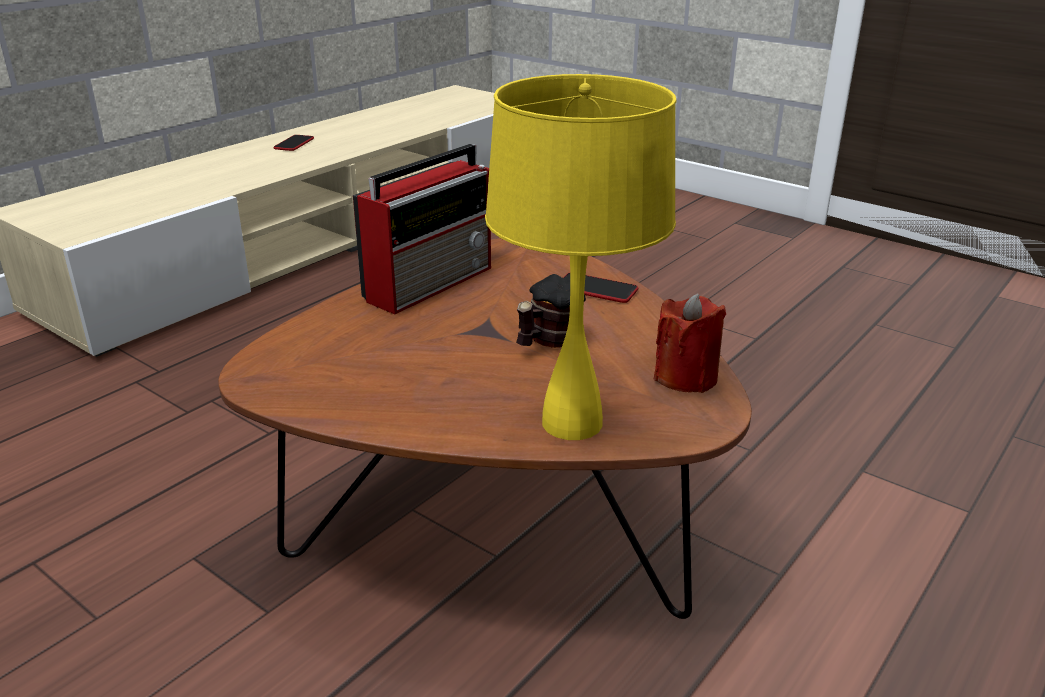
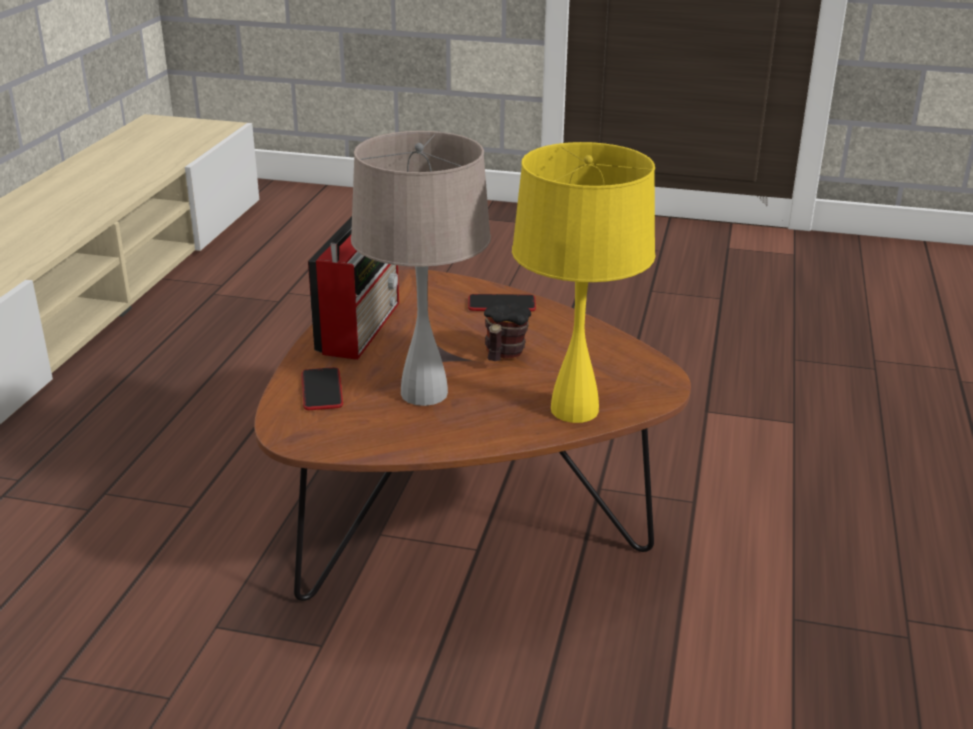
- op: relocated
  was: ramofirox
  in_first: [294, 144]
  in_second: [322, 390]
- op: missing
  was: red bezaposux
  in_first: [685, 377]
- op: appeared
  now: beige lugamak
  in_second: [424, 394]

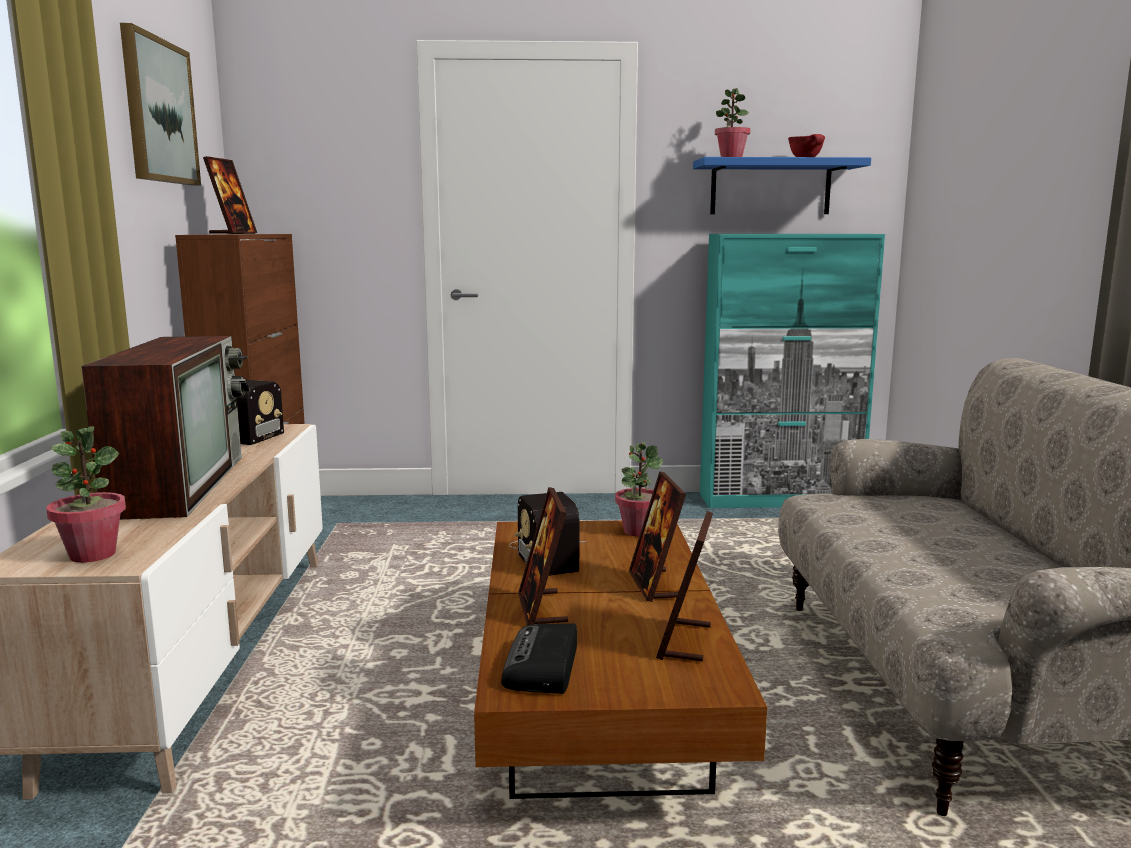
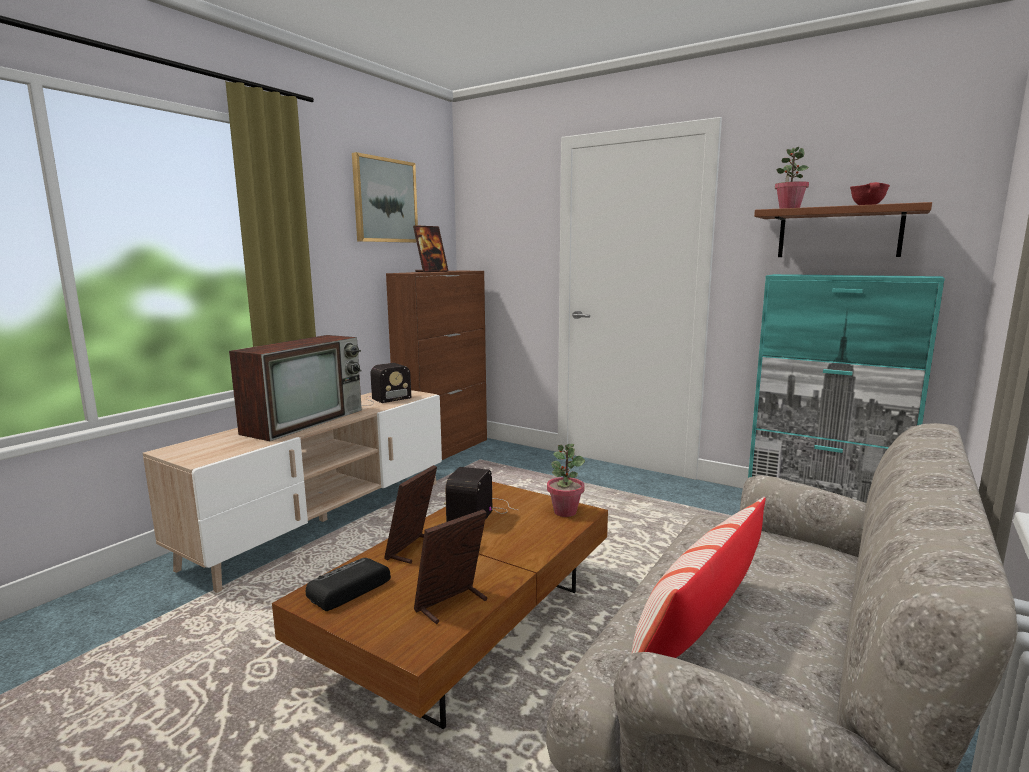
- op: missing
  was: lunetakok
  in_first: [93, 554]
- op: missing
  was: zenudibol
  in_first: [655, 585]
- op: colour
  was: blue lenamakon
  now: brown lenamakon
  in_first: [770, 188]
  in_second: [839, 233]
- op: appeared
  now: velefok
  in_second: [697, 628]

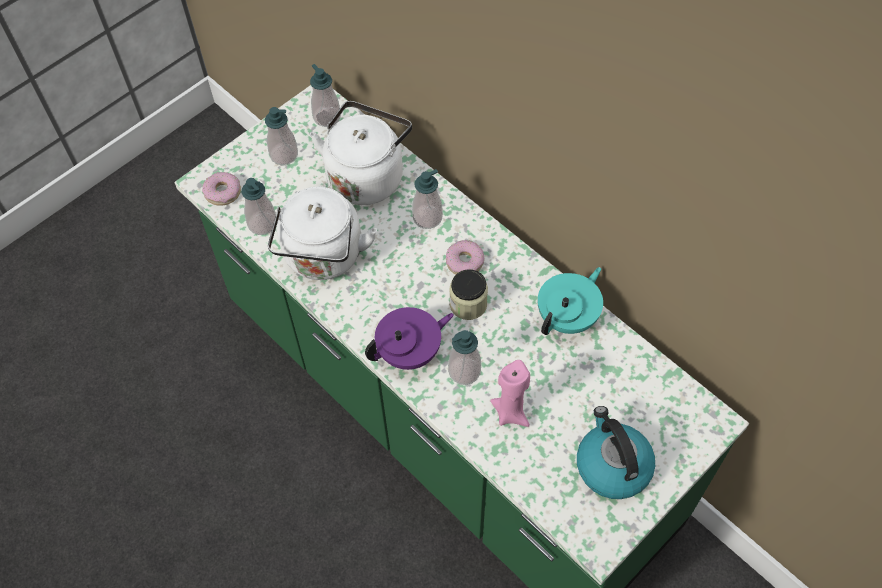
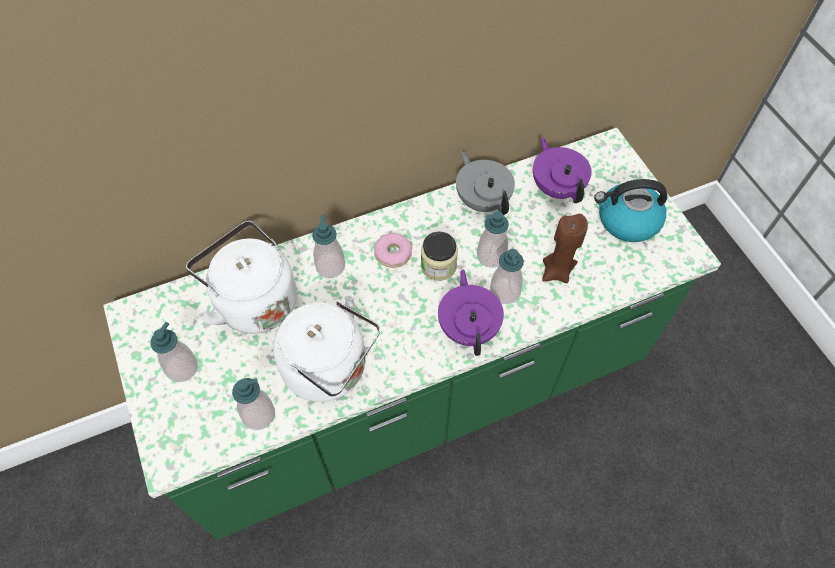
- op: missing
  was: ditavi
  in_first: [222, 192]
- op: relocated
  was: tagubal
  in_first: [327, 117]
  in_second: [491, 256]
- op: colour
  was: pink bezaposux
  now: brown bezaposux
  in_first: [511, 412]
  in_second: [557, 271]
- op: colour
  was: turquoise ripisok
  now: grey ripisok
  in_first: [568, 317]
  in_second: [482, 200]
- op: appeared
  now: purple ripisok
  in_second: [557, 187]

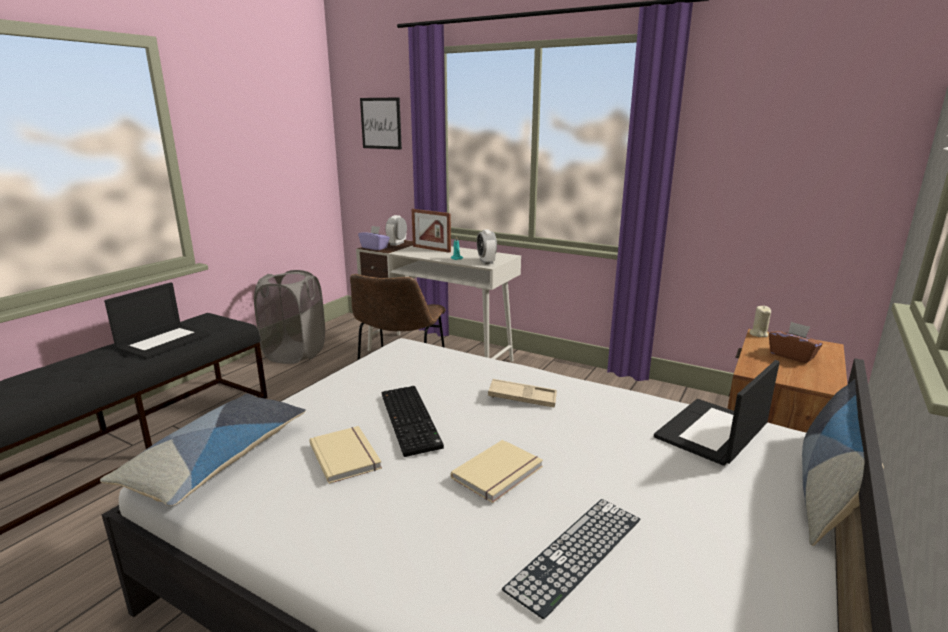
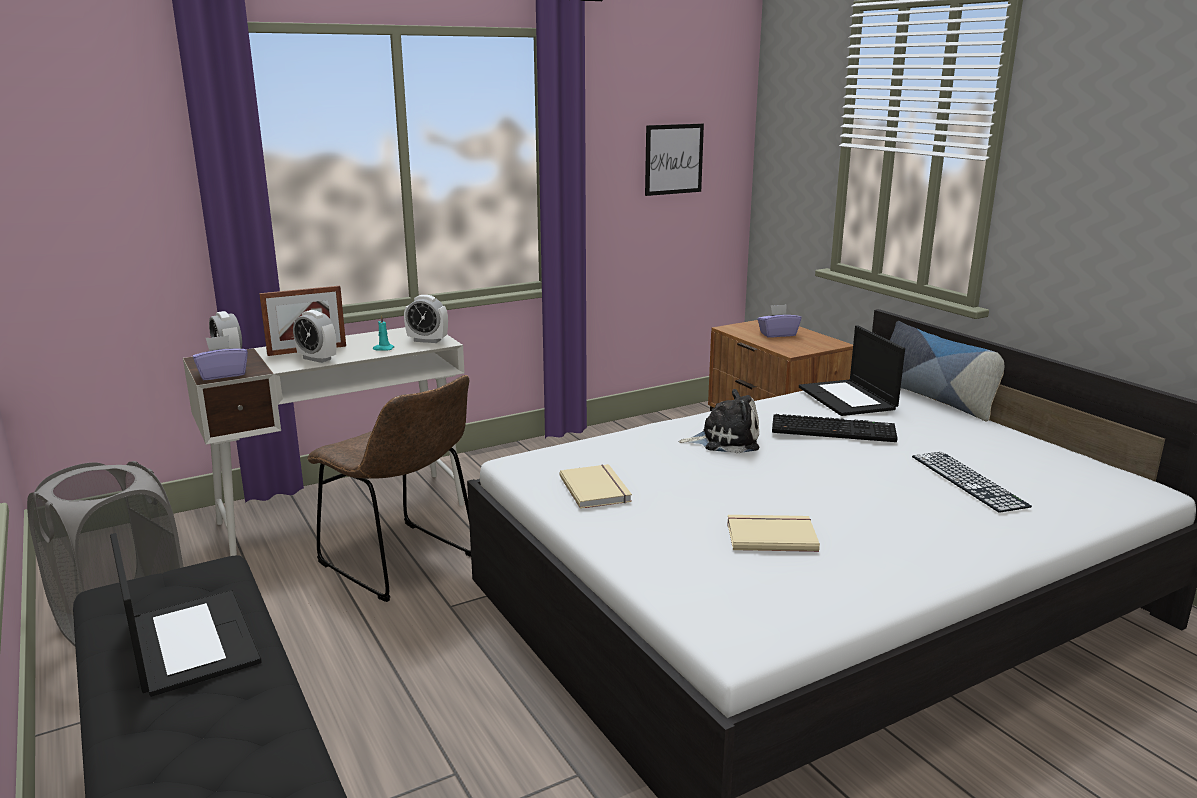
- op: missing
  was: velefok
  in_first: [218, 459]
- op: relocated
  was: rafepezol
  in_first: [381, 123]
  in_second: [673, 159]
- op: relocated
  was: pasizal
  in_first: [412, 420]
  in_second: [834, 430]
- op: relocated
  was: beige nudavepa
  in_first: [500, 473]
  in_second: [597, 489]
- op: exchanged
  was: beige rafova
  now: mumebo
  in_first: [522, 398]
  in_second: [725, 440]
- op: missing
  was: beige bezaposux
  in_first: [758, 334]
- op: colour
  was: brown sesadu
  now: purple sesadu
  in_first: [792, 356]
  in_second: [777, 334]
- op: appeared
  now: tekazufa
  in_second: [317, 359]

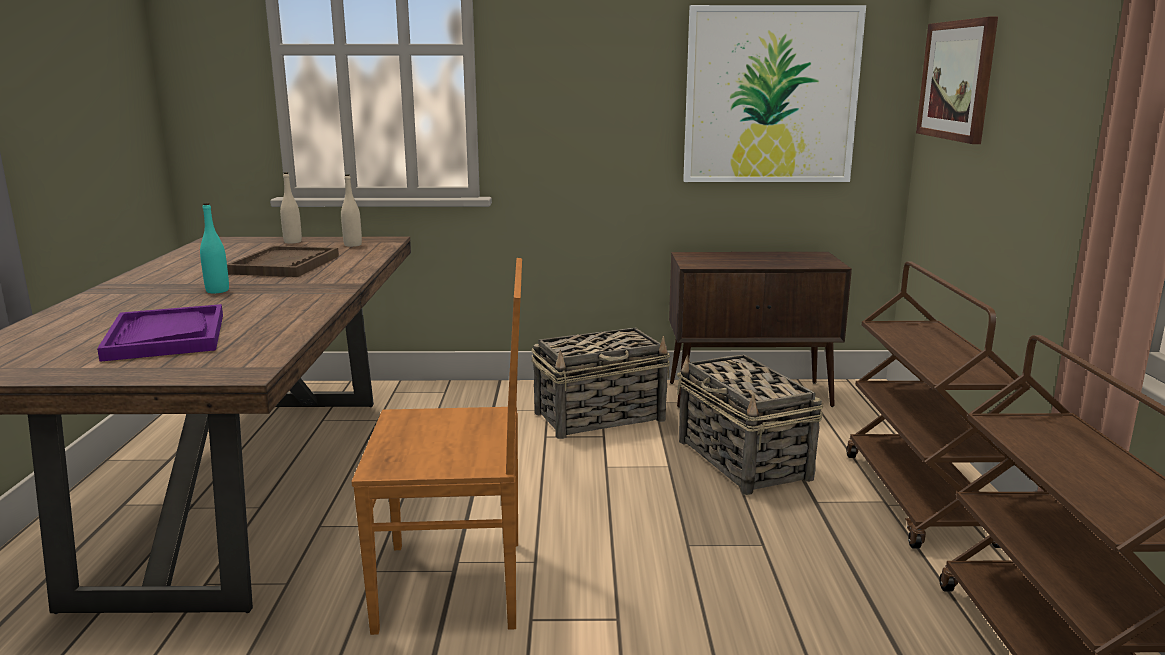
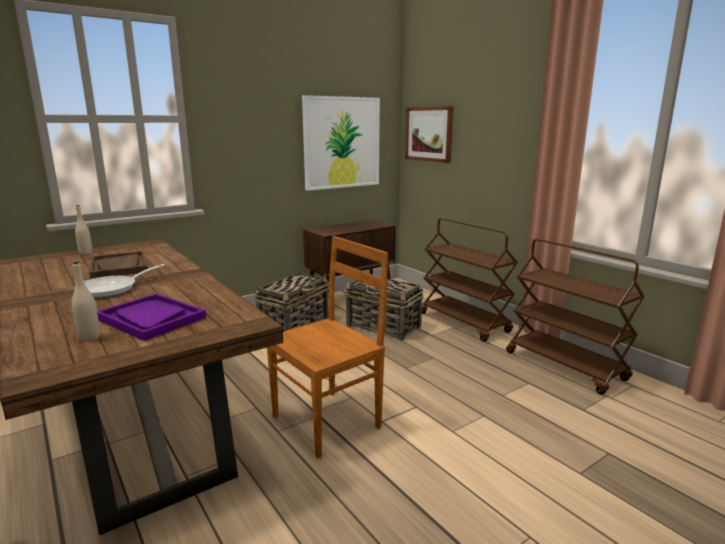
- op: exchanged
  was: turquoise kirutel
  now: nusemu
  in_first: [217, 291]
  in_second: [113, 289]
- op: relocated
  was: beige kirutel
  in_first: [353, 245]
  in_second: [89, 337]

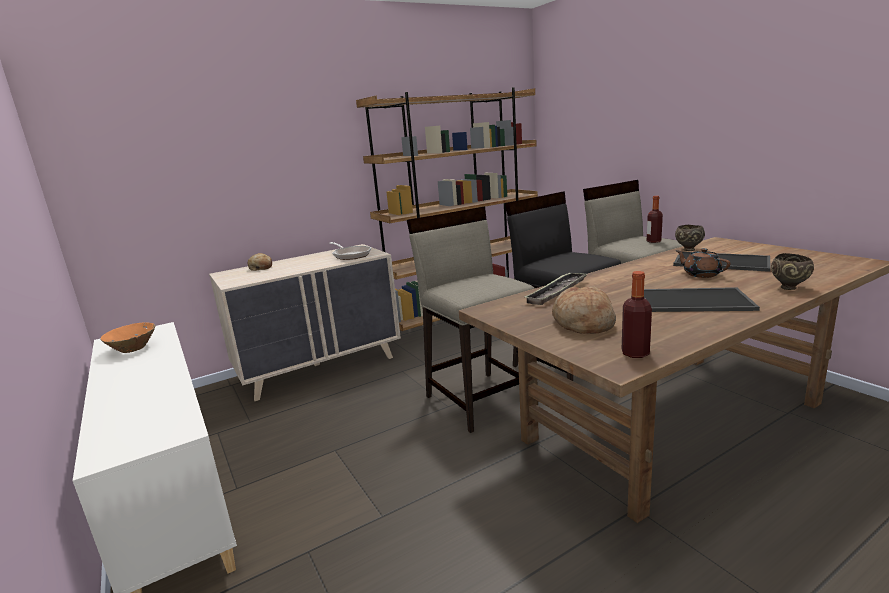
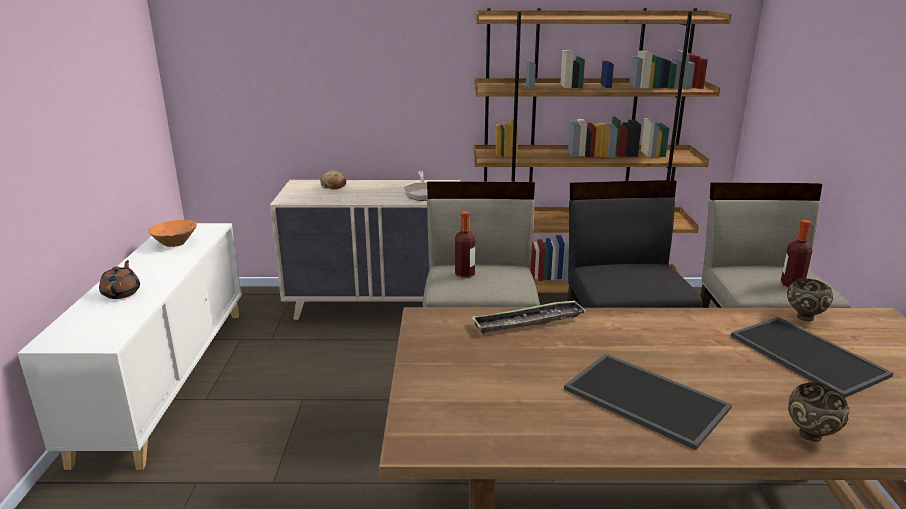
- op: missing
  was: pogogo
  in_first: [583, 323]
- op: relocated
  was: kirutel
  in_first: [635, 353]
  in_second: [464, 274]
- op: relocated
  was: brown ripisok
  in_first: [701, 274]
  in_second: [122, 293]

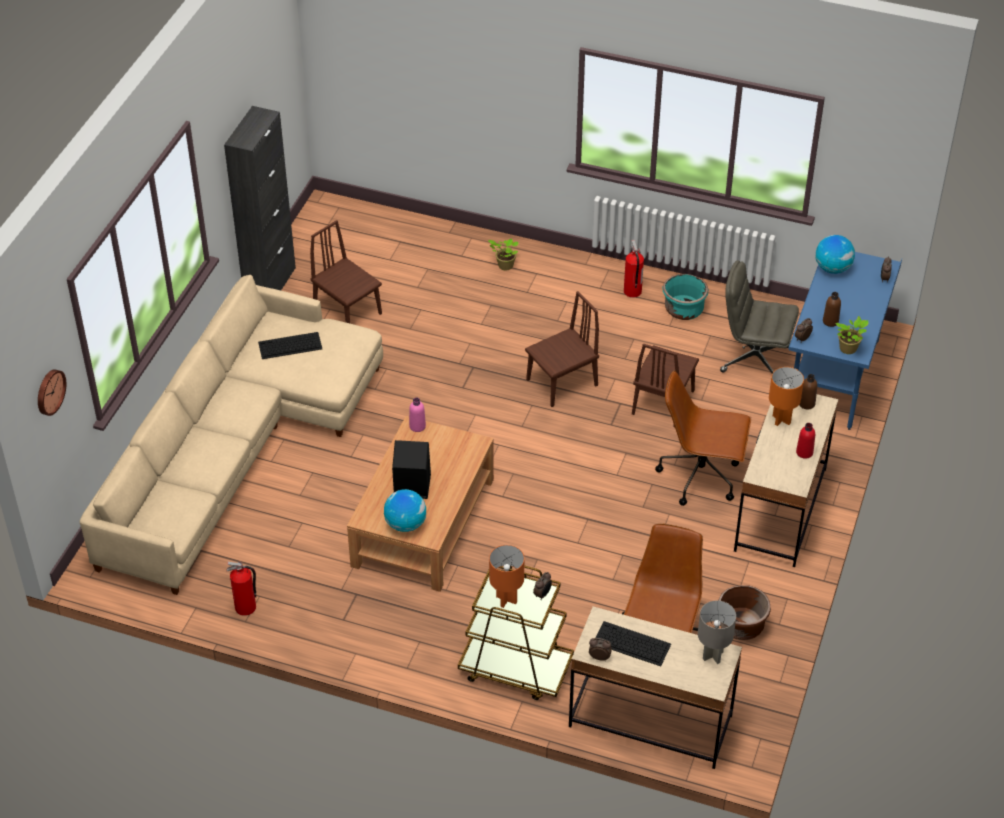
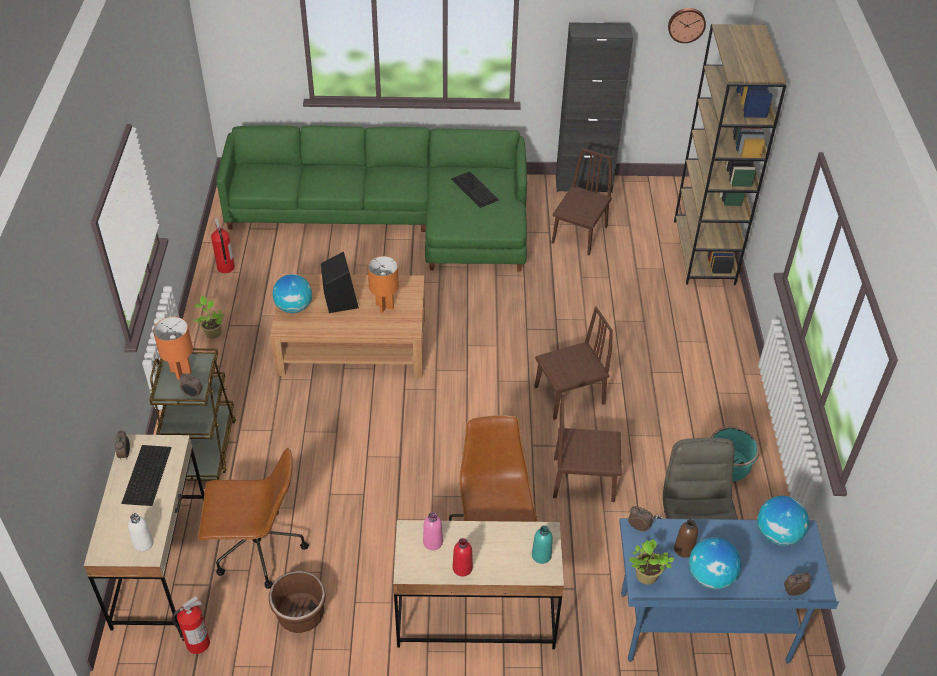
- op: relocated
  was: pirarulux
  in_first: [49, 391]
  in_second: [686, 24]
- op: colour
  was: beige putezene
  now: green putezene
  in_first: [237, 446]
  in_second: [393, 217]
- op: relocated
  was: pink kirutel
  in_first: [417, 426]
  in_second: [433, 542]
- op: relocated
  was: lunetakok
  in_first: [504, 266]
  in_second: [212, 332]
- op: spun
  was: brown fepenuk
  in_first: [562, 382]
  in_second: [569, 395]
  clockwise: -60
- op: relocated
  was: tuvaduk
  in_first: [632, 292]
  in_second: [197, 643]
- op: exchanged
  was: grey lugamak
  now: white kirutel
  in_first: [713, 655]
  in_second: [143, 543]
- op: relocated
  was: orange lugamak
  in_first: [781, 419]
  in_second: [385, 306]
- op: colour
  was: brown kirutel
  now: turquoise kirutel
  in_first: [806, 404]
  in_second: [541, 555]
- op: appeared
  now: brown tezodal
  in_second: [704, 252]
- op: appeared
  now: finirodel
  in_second: [710, 577]

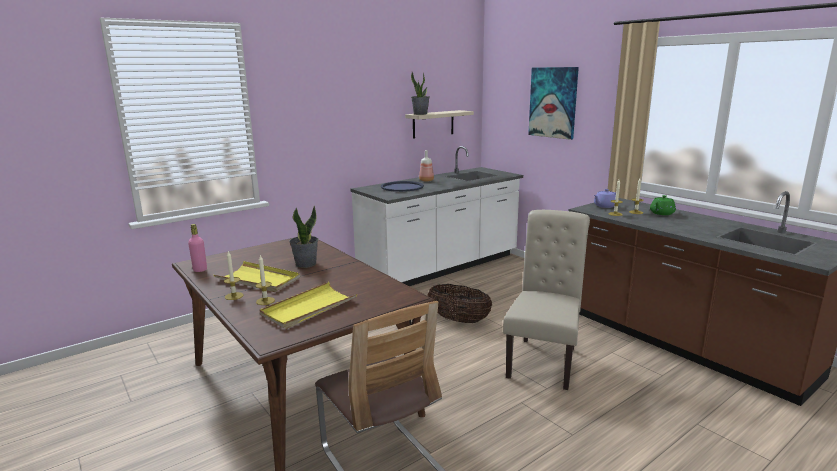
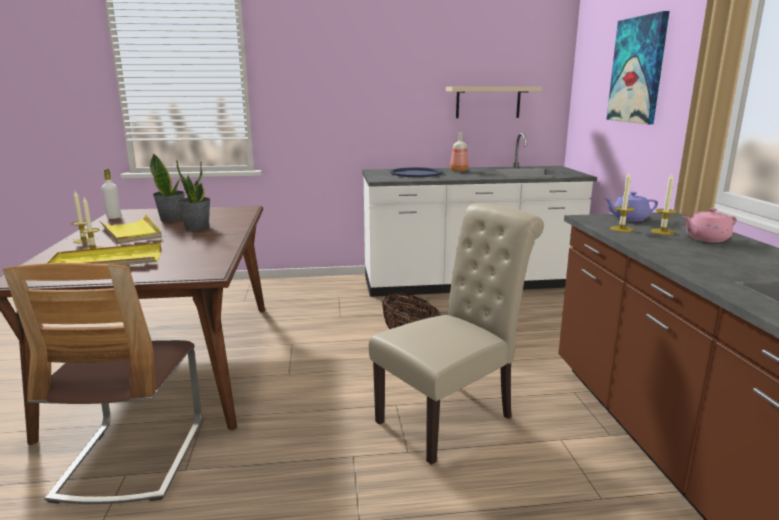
- op: colour
  was: pink kirutel
  now: white kirutel
  in_first: [200, 270]
  in_second: [114, 217]
- op: relocated
  was: lunetakok
  in_first: [420, 114]
  in_second: [172, 219]
- op: colour
  was: green ripisok
  now: pink ripisok
  in_first: [661, 213]
  in_second: [706, 239]

